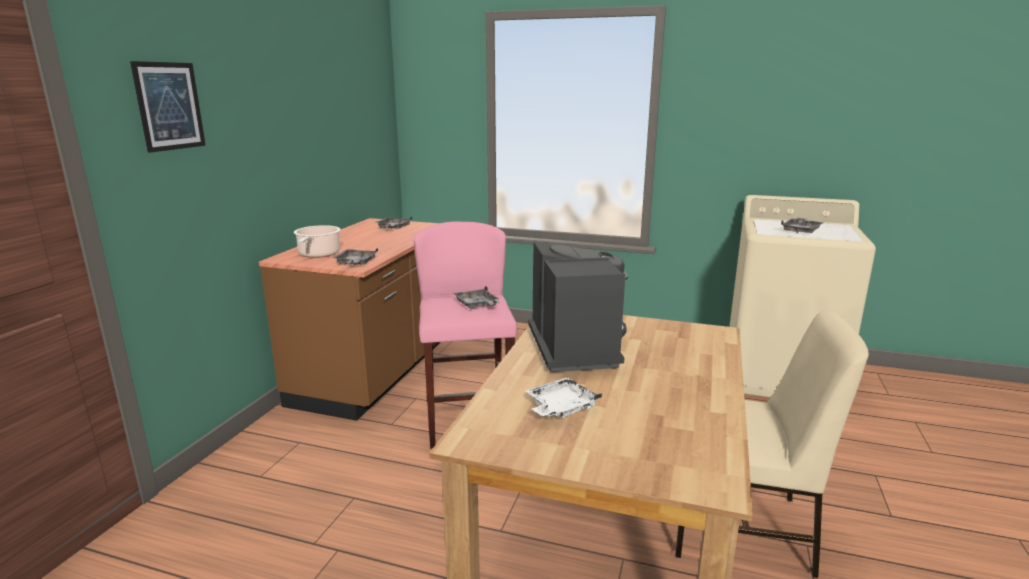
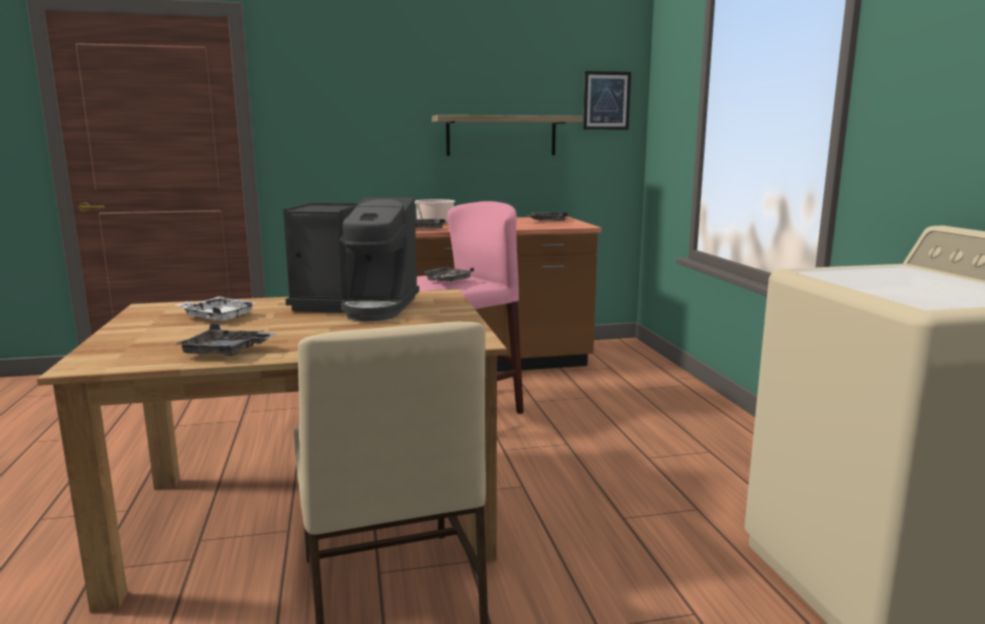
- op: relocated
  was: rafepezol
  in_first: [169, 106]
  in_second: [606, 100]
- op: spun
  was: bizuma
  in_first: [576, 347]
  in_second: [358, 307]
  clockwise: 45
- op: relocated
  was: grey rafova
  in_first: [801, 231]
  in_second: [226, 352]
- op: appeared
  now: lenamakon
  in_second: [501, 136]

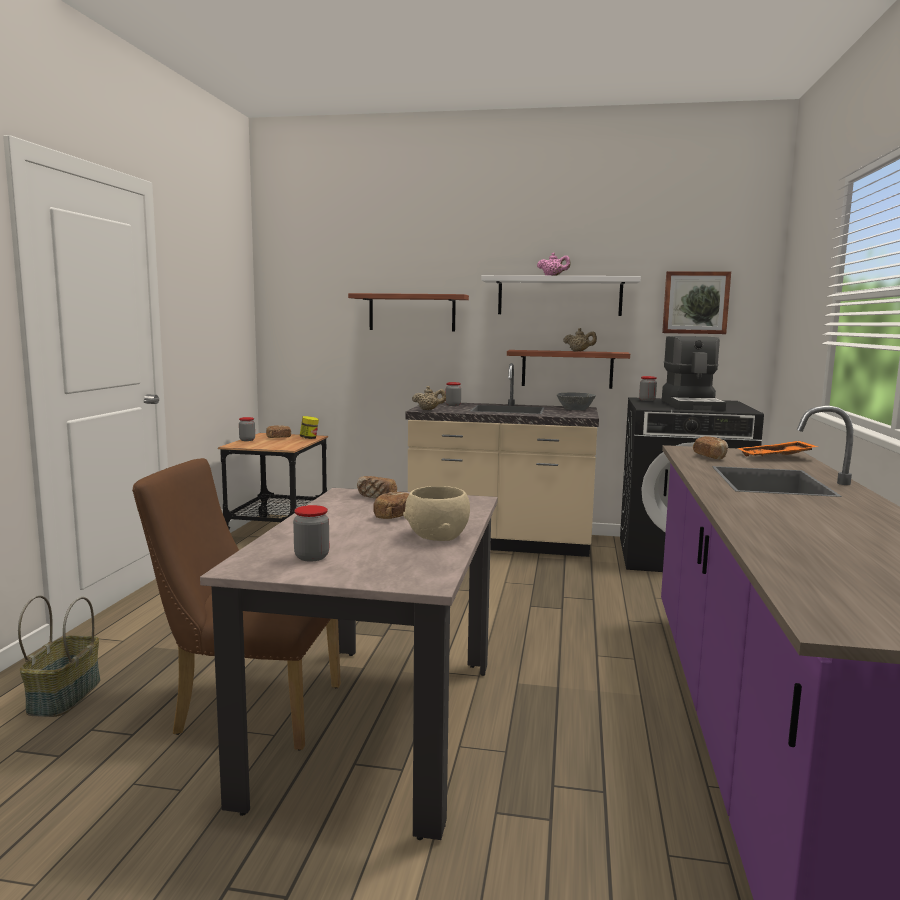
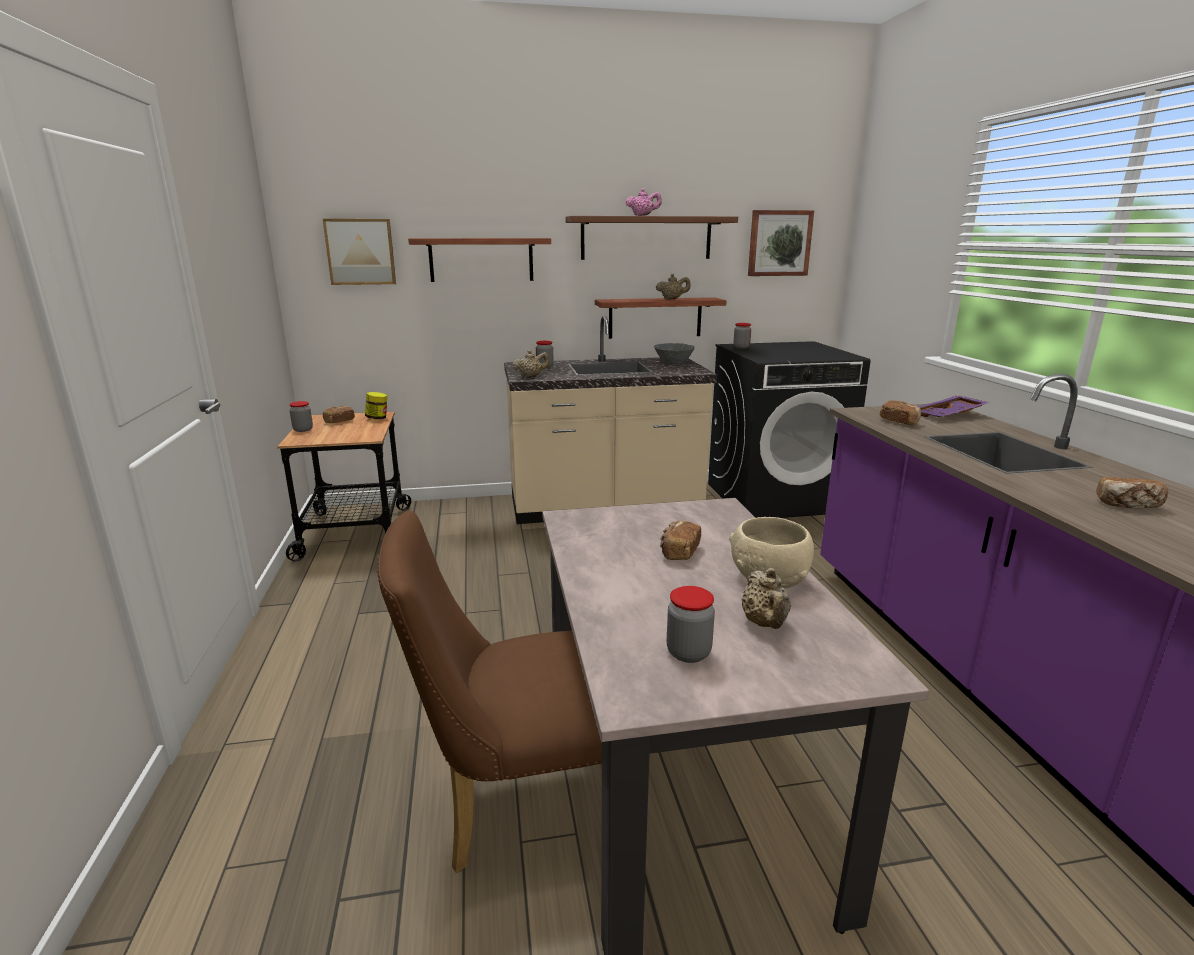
- op: missing
  was: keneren
  in_first: [64, 696]
- op: relocated
  was: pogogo
  in_first: [376, 497]
  in_second: [1128, 505]
- op: colour
  was: white lenamakon
  now: brown lenamakon
  in_first: [559, 296]
  in_second: [646, 238]
- op: missing
  was: bizuma
  in_first: [692, 405]
- op: colour
  was: orange rafova
  now: purple rafova
  in_first: [776, 457]
  in_second: [949, 415]
- op: appeared
  now: rafepezol
  in_second: [361, 252]
- op: appeared
  now: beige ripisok
  in_second: [765, 624]

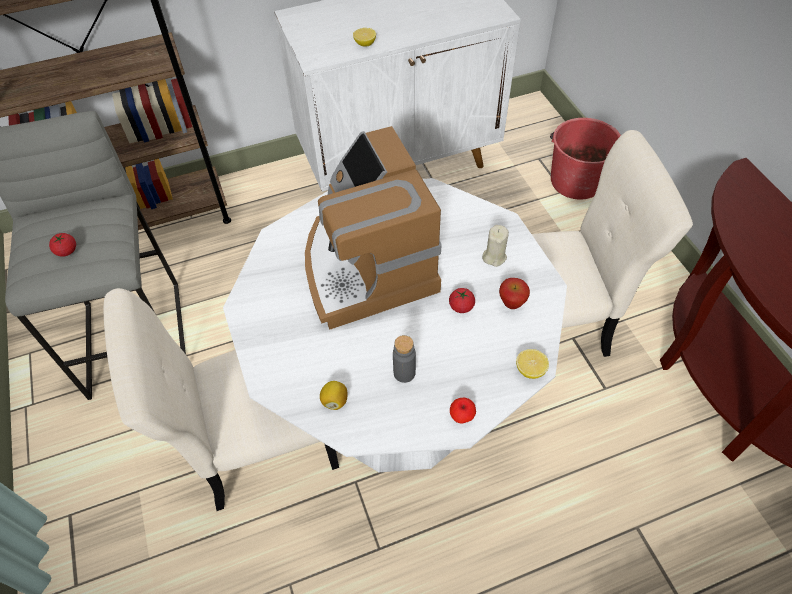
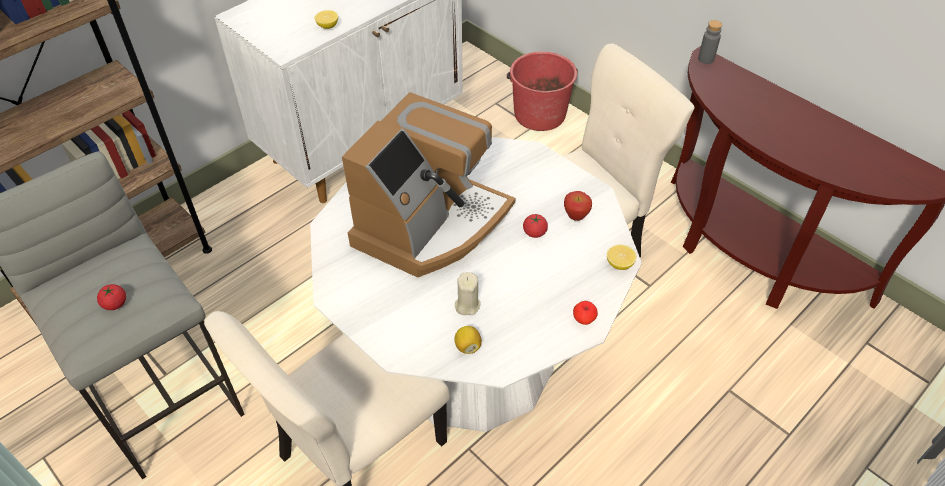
- op: spun
  was: bizuma
  in_first: [366, 265]
  in_second: [431, 224]
  clockwise: -105
- op: relocated
  was: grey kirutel
  in_first: [404, 373]
  in_second: [706, 59]
- op: relocated
  was: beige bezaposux
  in_first: [494, 257]
  in_second: [467, 305]

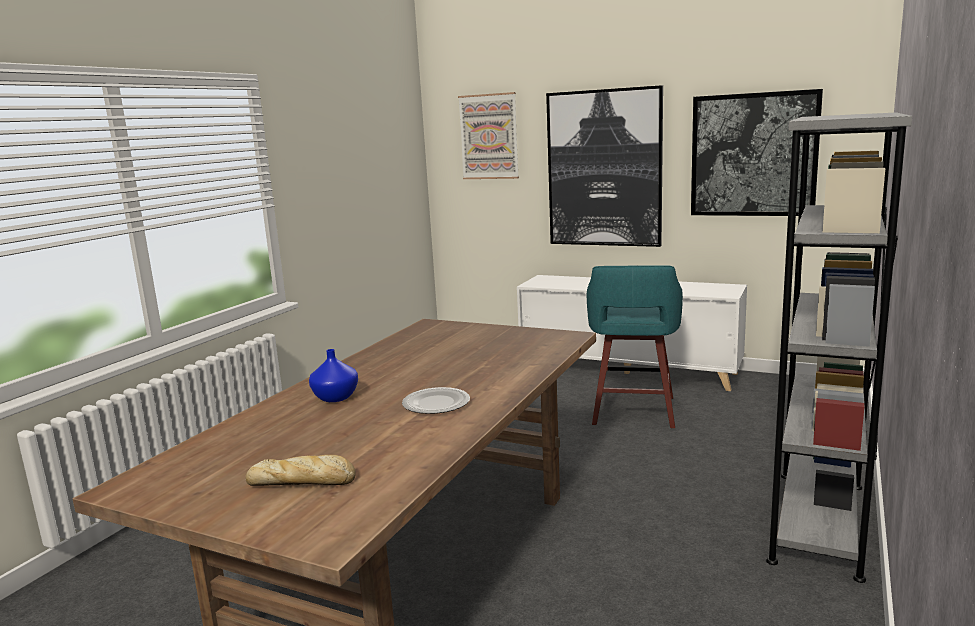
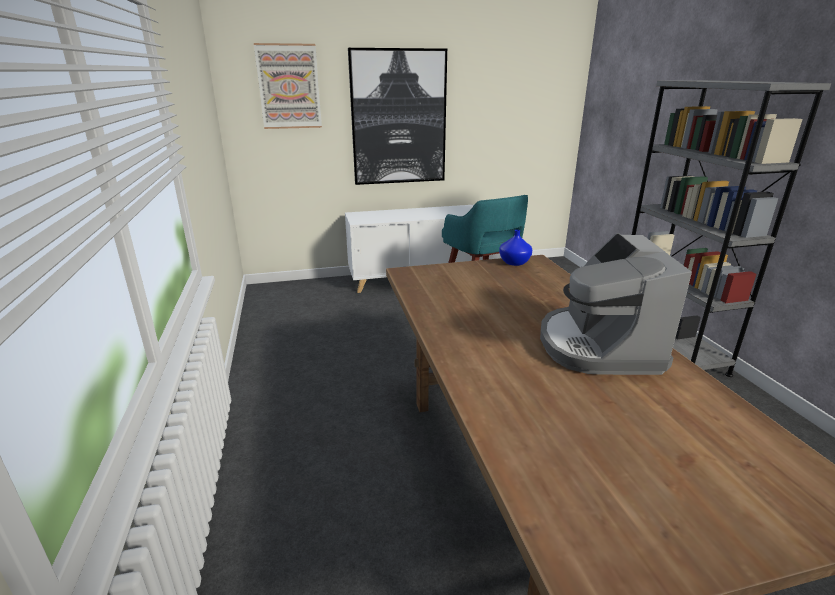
- op: missing
  was: pogogo
  in_first: [304, 482]
- op: relocated
  was: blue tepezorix
  in_first: [334, 398]
  in_second: [514, 263]
- op: exchanged
  was: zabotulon
  now: bizuma
  in_first: [436, 404]
  in_second: [598, 346]
- op: missing
  was: rafepezol
  in_first: [753, 155]

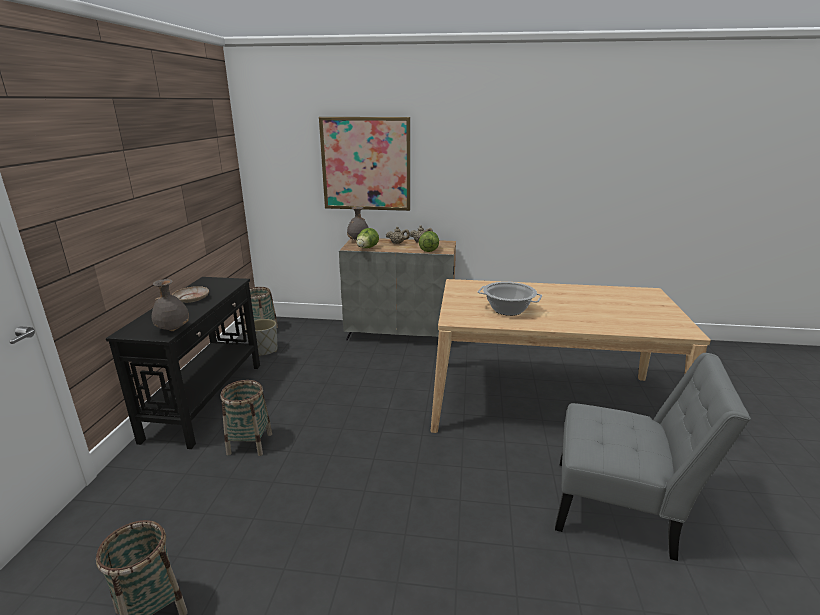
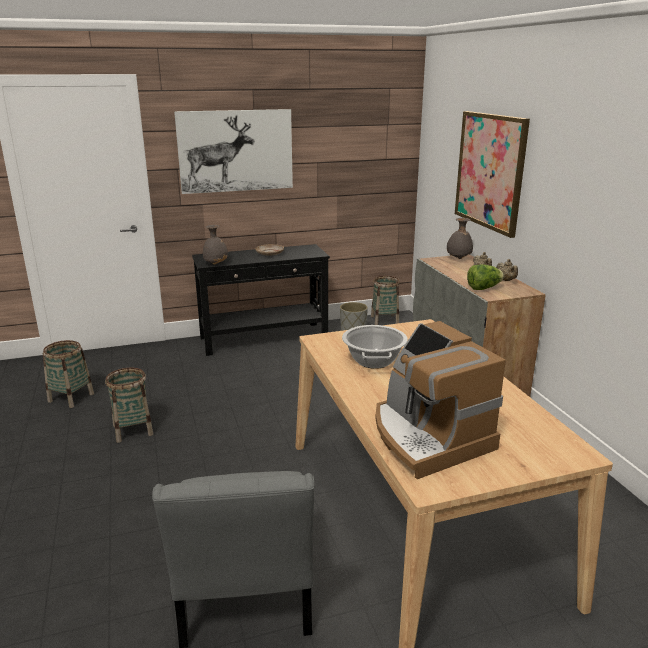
- op: relocated
  was: keneren
  in_first: [250, 443]
  in_second: [133, 430]
- op: missing
  was: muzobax
  in_first: [367, 248]
- op: appeared
  now: rafepezol
  in_second: [235, 151]
- op: appeared
  now: bizuma
  in_second: [427, 437]

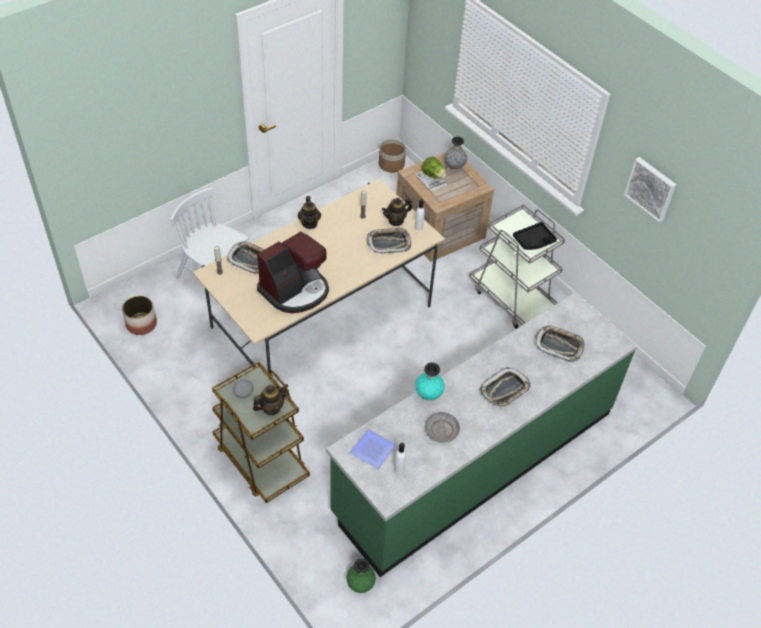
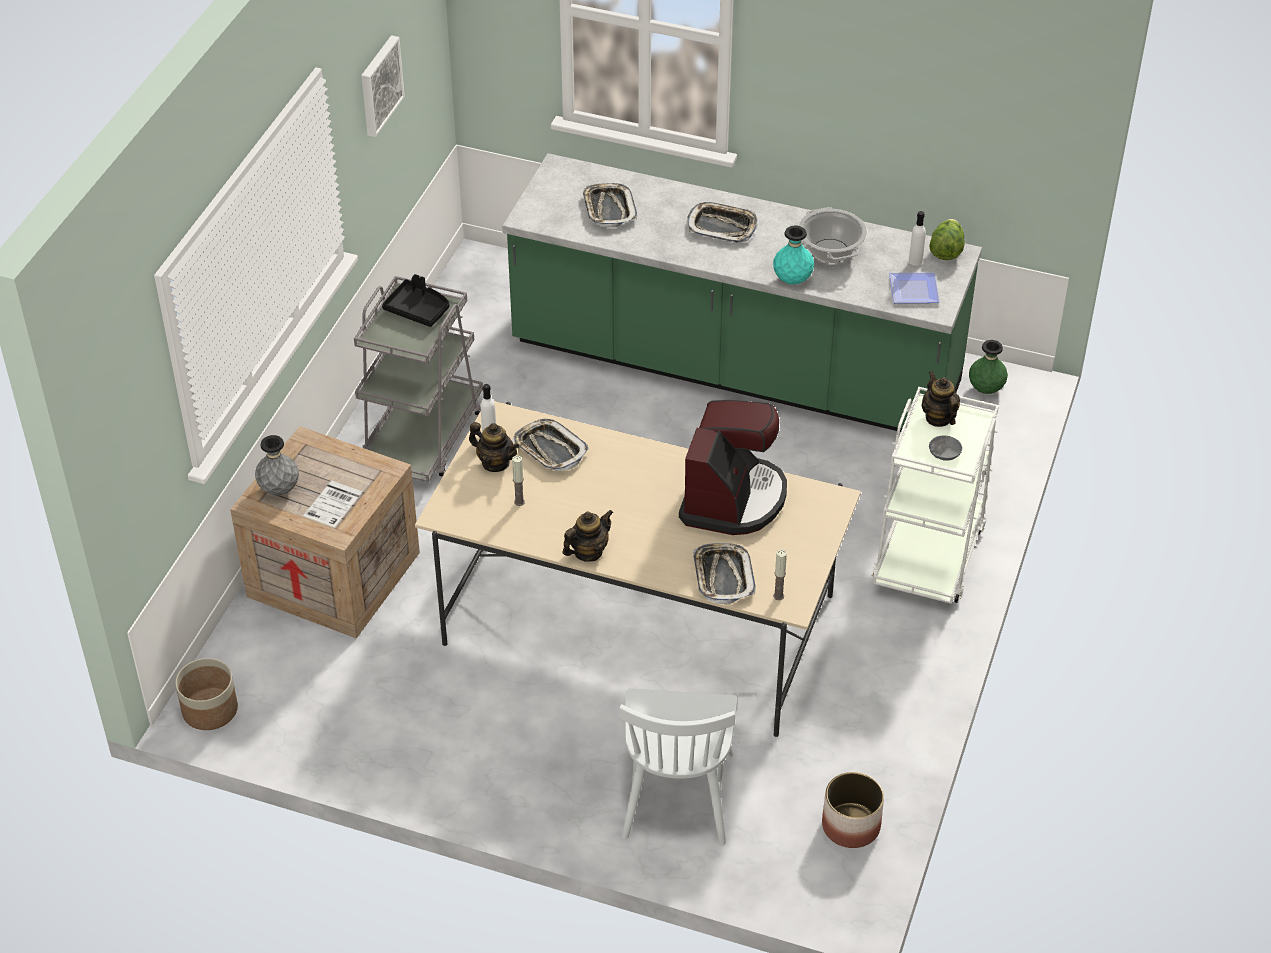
- op: colour
  was: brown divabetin
  now: white divabetin
  in_first: [261, 460]
  in_second: [928, 553]
- op: spun
  was: ripisok
  in_first: [271, 407]
  in_second: [938, 418]
  clockwise: 45
- op: spun
  was: bizuma
  in_first: [295, 290]
  in_second: [733, 498]
  clockwise: 90
- op: relocated
  was: muzobax
  in_first: [433, 175]
  in_second: [946, 250]
- op: exchanged
  was: grey zabotulon
  now: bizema
  in_first: [441, 430]
  in_second: [831, 251]

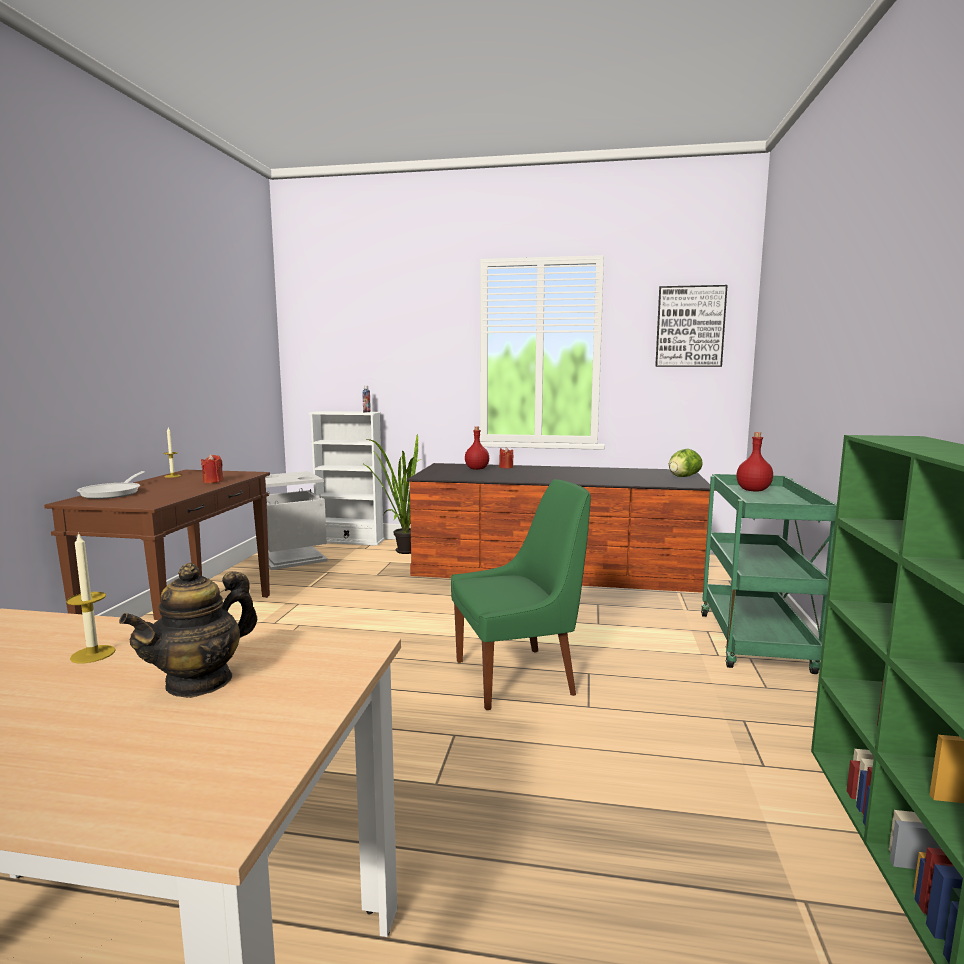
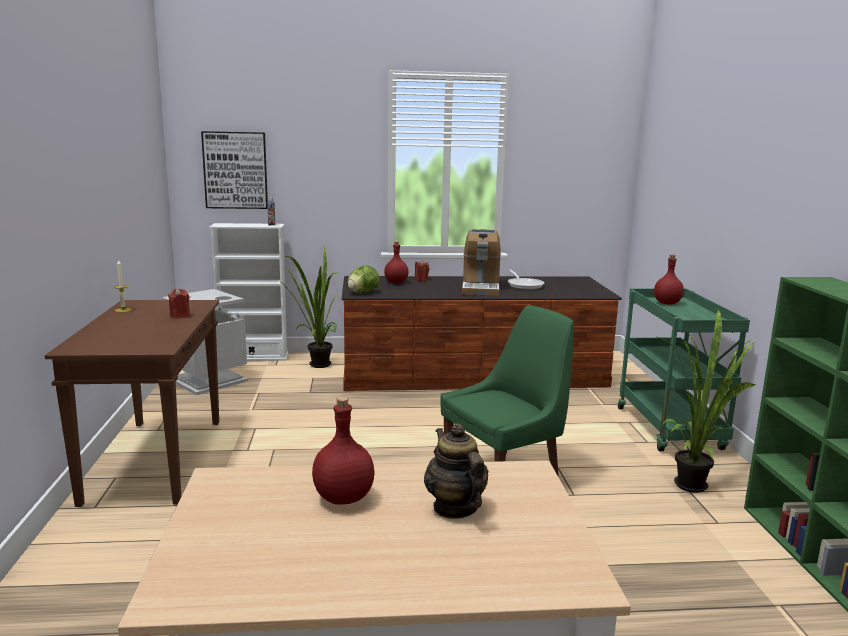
- op: exchanged
  was: bezaposux
  now: red kirutel
  in_first: [93, 654]
  in_second: [343, 497]
- op: relocated
  was: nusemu
  in_first: [114, 493]
  in_second: [524, 285]
- op: spun
  was: ripisok
  in_first: [200, 681]
  in_second: [455, 507]
  clockwise: 135
- op: relocated
  was: rafepezol
  in_first: [690, 326]
  in_second: [235, 170]
- op: relocated
  was: muzobax
  in_first: [683, 477]
  in_second: [362, 292]
- op: appeared
  now: bizuma
  in_second: [480, 288]
- op: appeared
  now: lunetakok
  in_second: [695, 483]

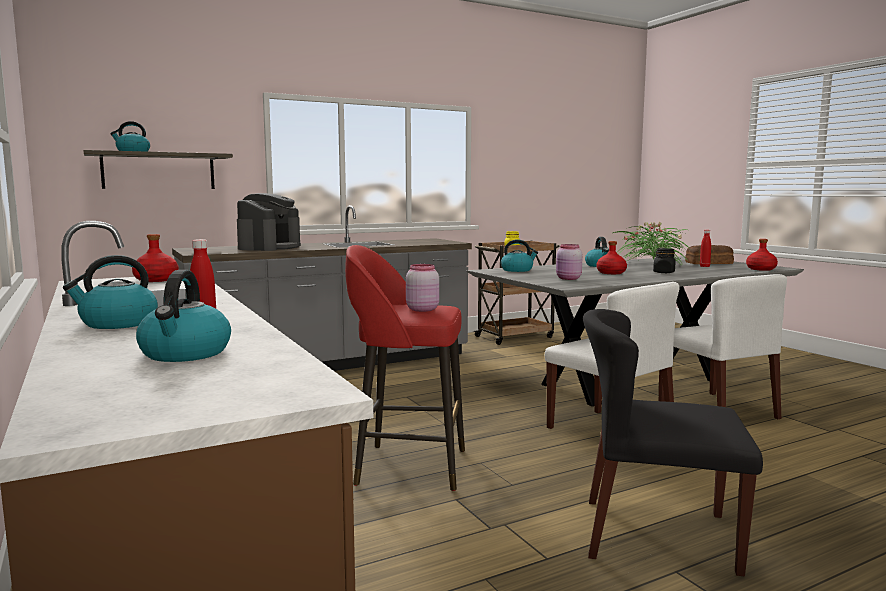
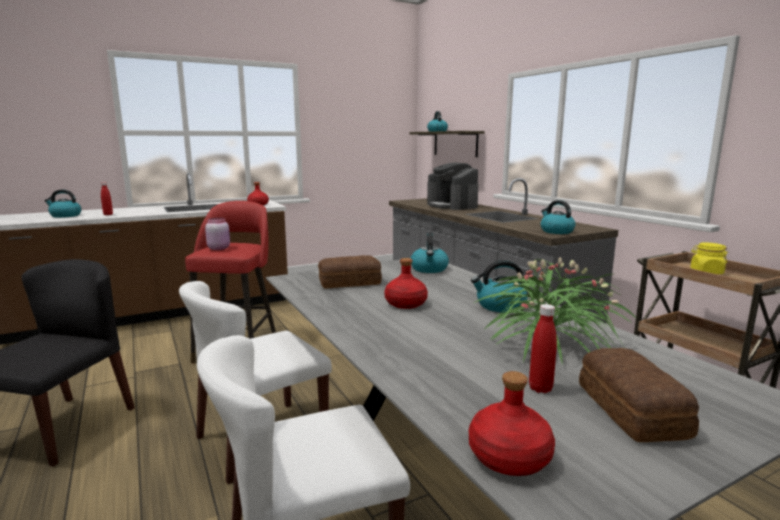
- op: relocated
  was: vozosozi
  in_first: [118, 323]
  in_second: [556, 231]
- op: spun
  was: bizuma
  in_first: [270, 247]
  in_second: [452, 206]
  clockwise: 45
- op: exchanged
  was: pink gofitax
  now: pogogo
  in_first: [568, 279]
  in_second: [348, 282]
- op: missing
  was: black gofitax
  in_first: [664, 272]

